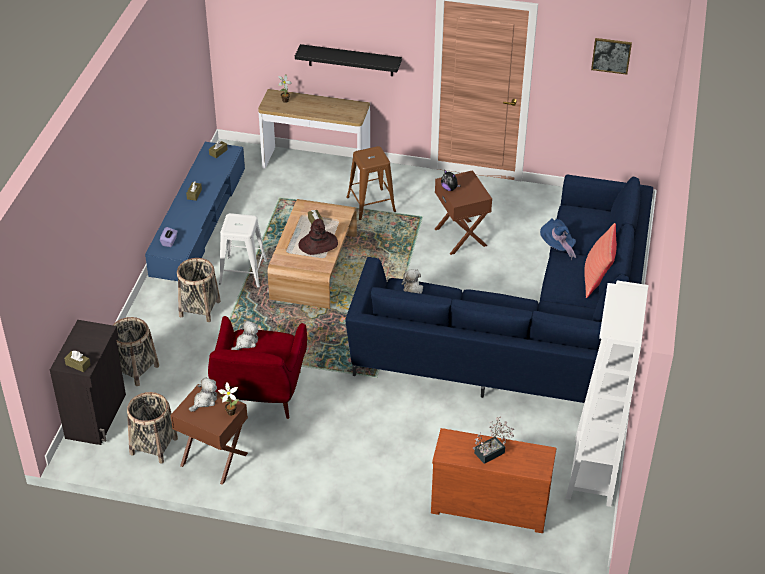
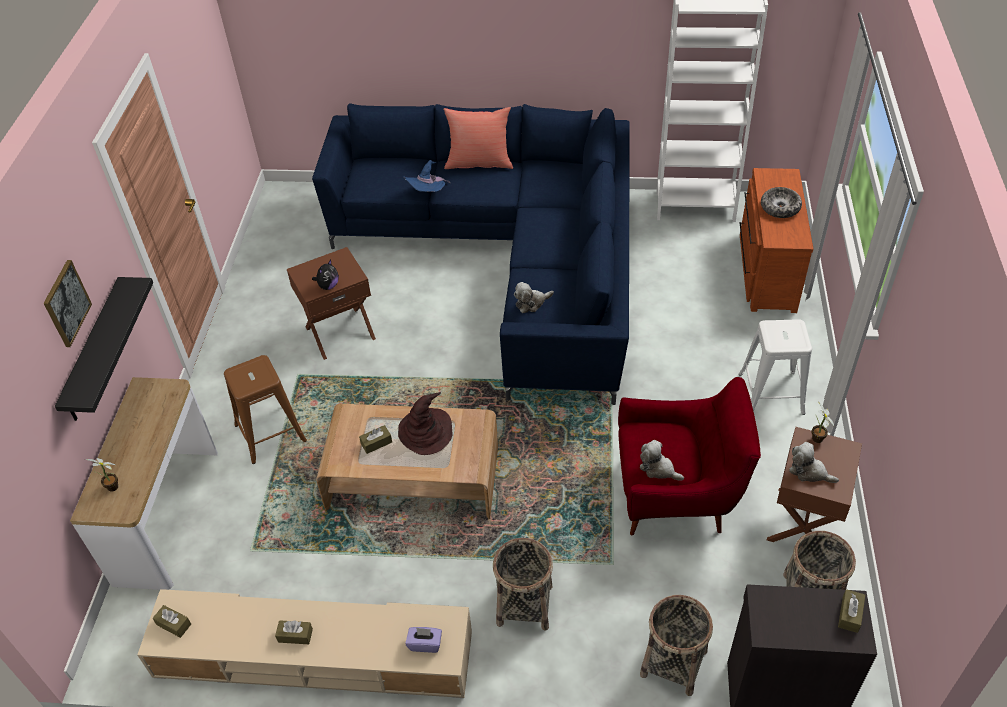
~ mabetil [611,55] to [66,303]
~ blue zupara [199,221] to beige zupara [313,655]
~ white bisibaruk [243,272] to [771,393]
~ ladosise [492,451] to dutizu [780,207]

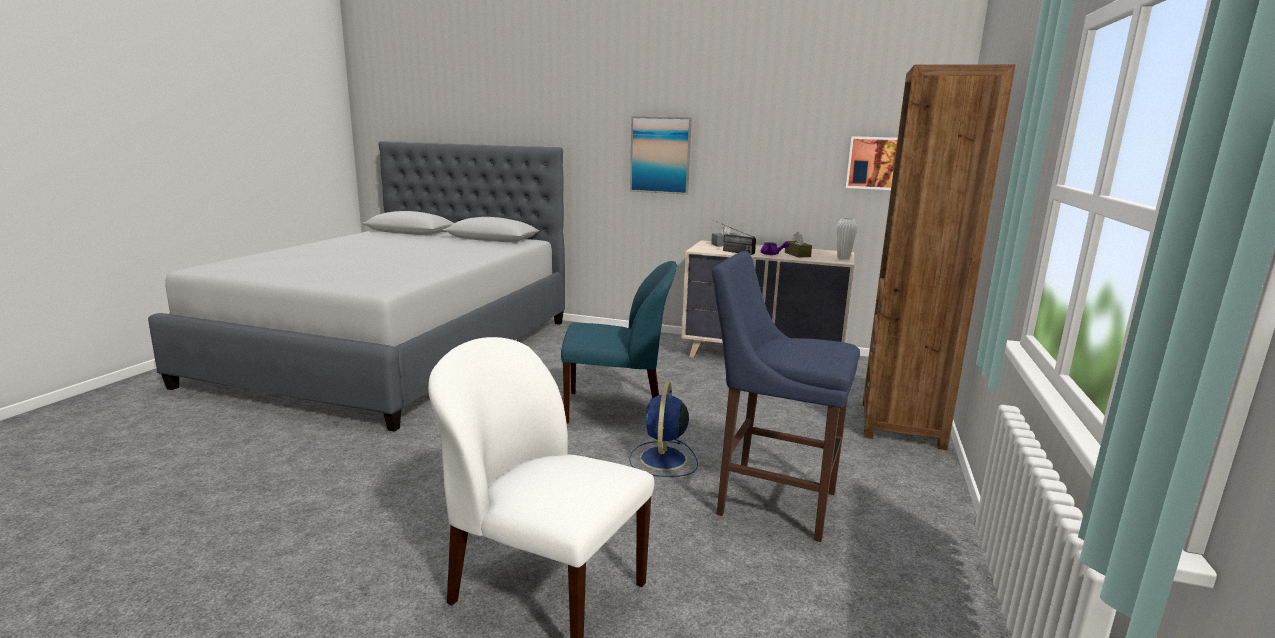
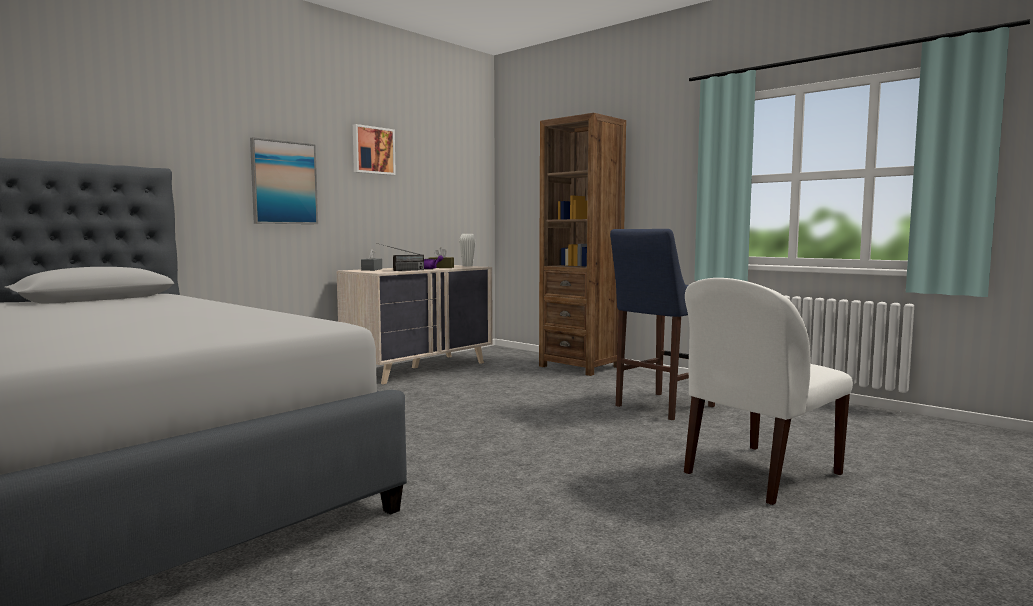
~ mabetil [875,163] to [372,150]
- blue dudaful [617,408]
- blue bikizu [663,460]

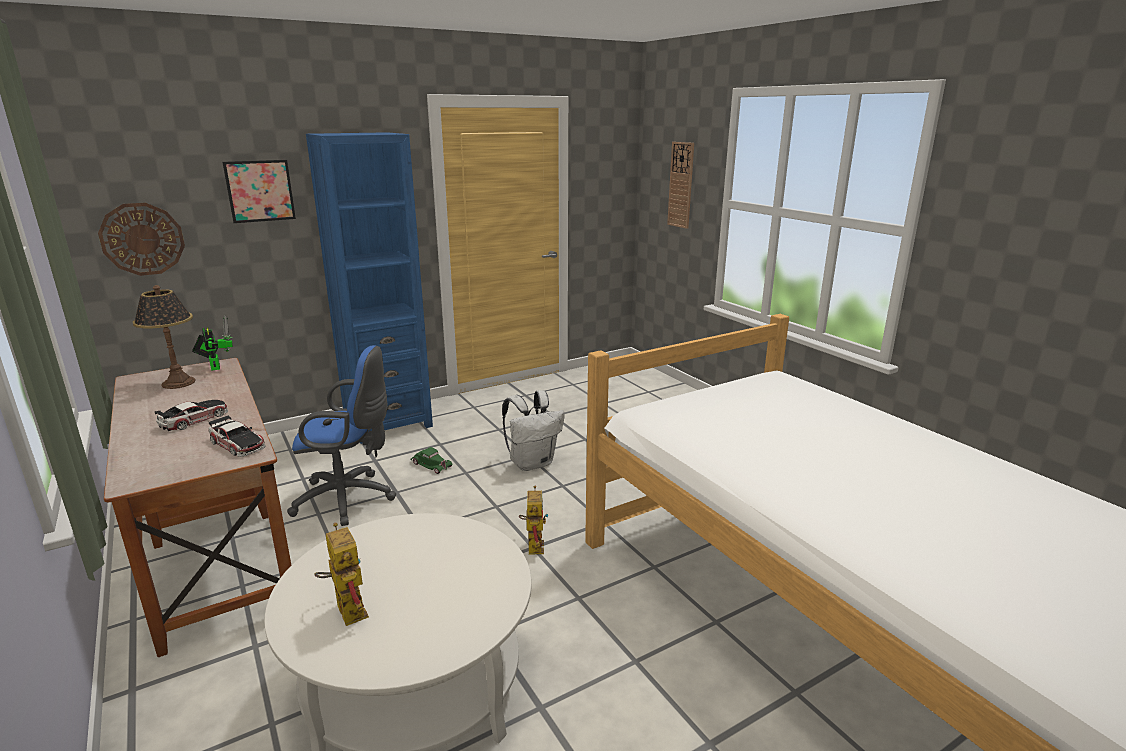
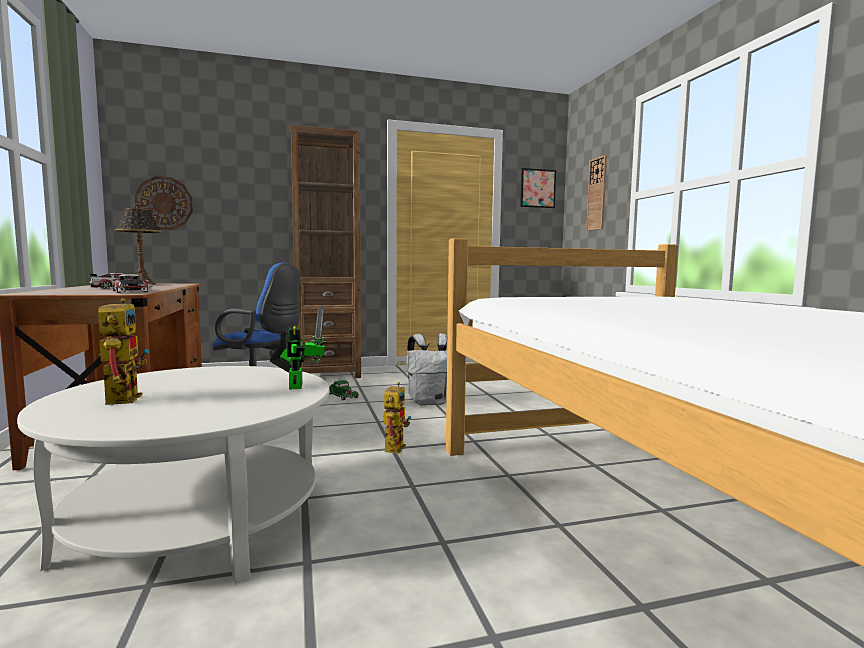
~ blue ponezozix [388,423] to brown ponezozix [327,373]
~ mabetil [260,191] to [537,188]
~ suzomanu [215,366] to [296,385]

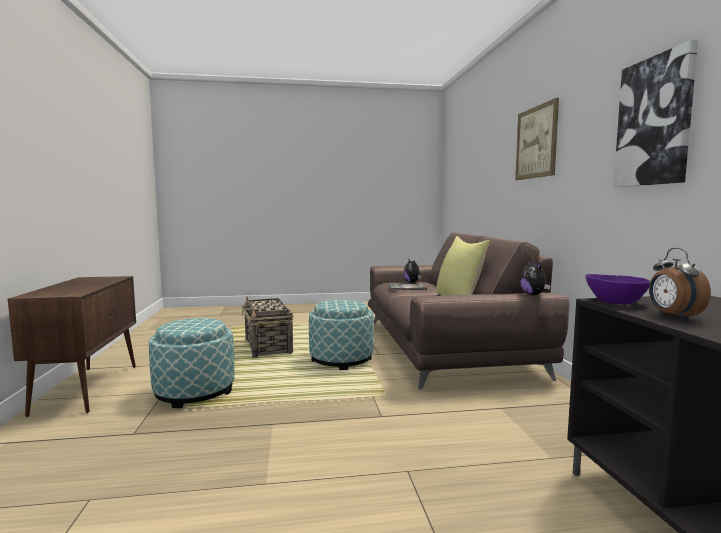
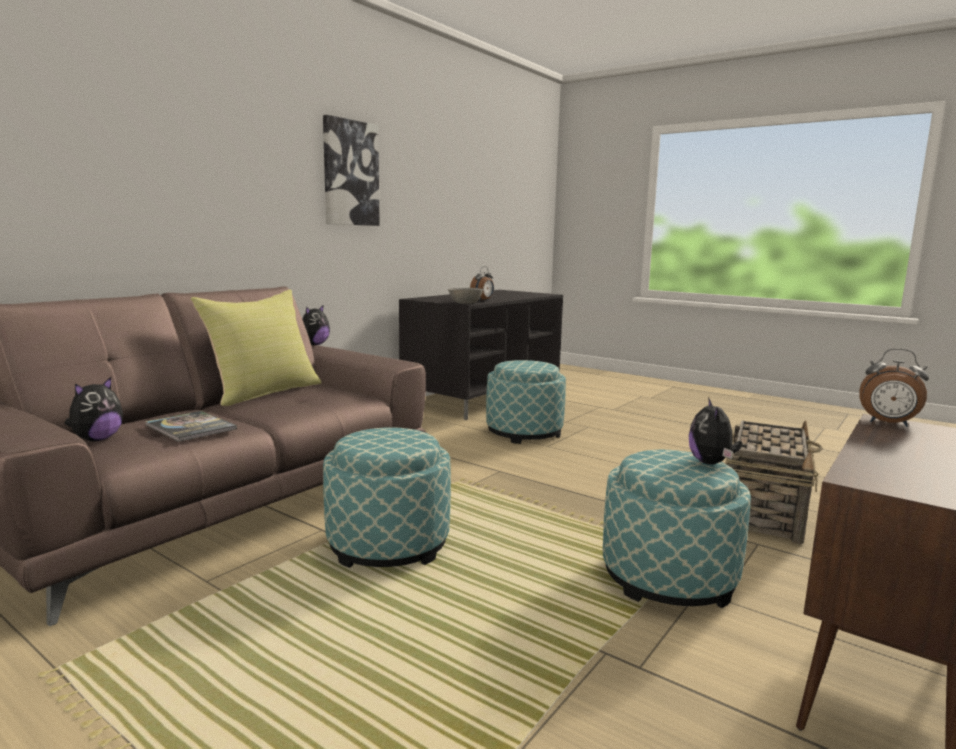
- mabetil [536,142]
~ purple dutizu [616,302] to grey dutizu [465,303]
~ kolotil [268,346] to [762,513]
+ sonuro [888,424]
+ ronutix [524,432]
+ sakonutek [711,463]

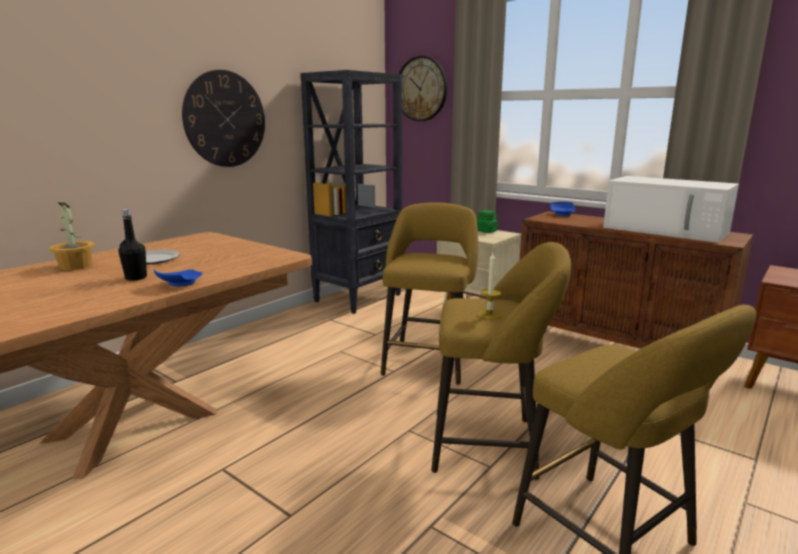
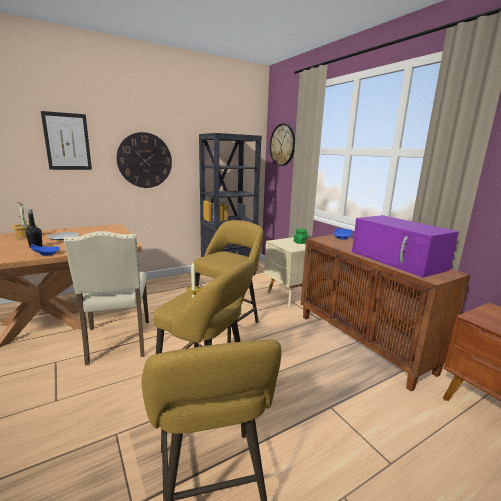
~ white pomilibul [667,230] to purple pomilibul [398,260]
+ mabetil [67,141]
+ beige dudaful [118,342]

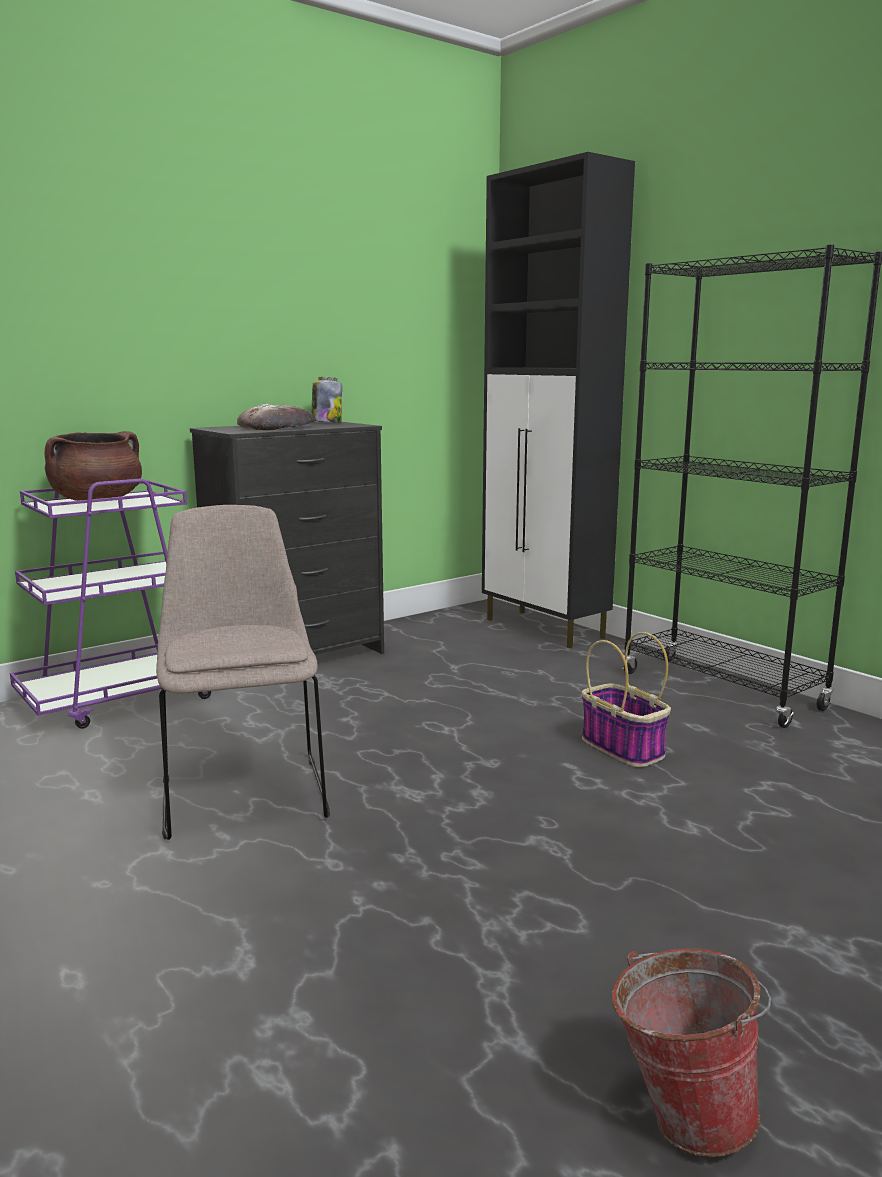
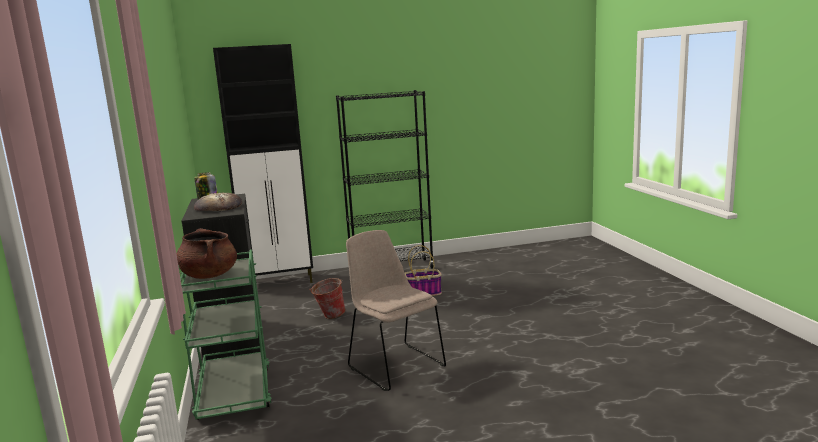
~ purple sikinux [123,698] to green sikinux [234,394]
~ beige dudaful [244,792] = [395,365] 45 degrees clockwise
~ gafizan [680,1113] to [329,316]

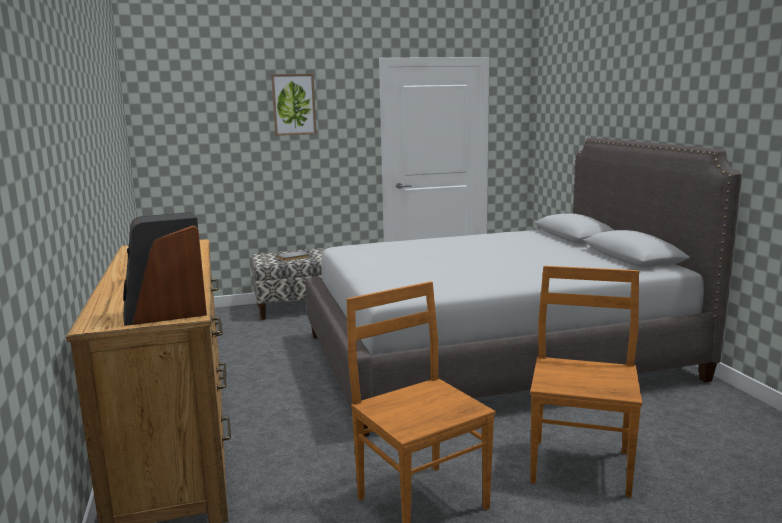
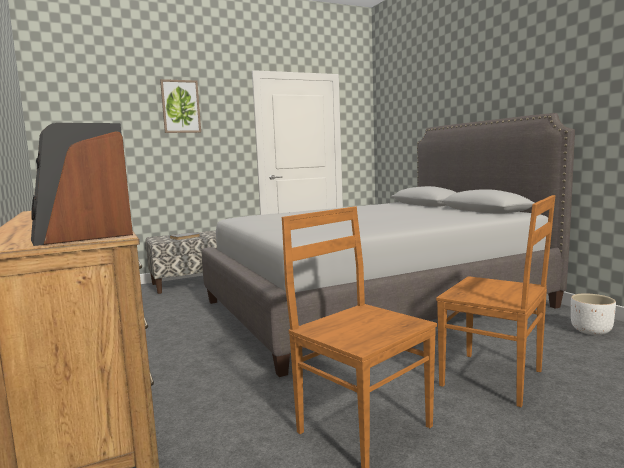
~ brown dudaful [580,465] = [495,379] 120 degrees clockwise
+ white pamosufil [591,331]

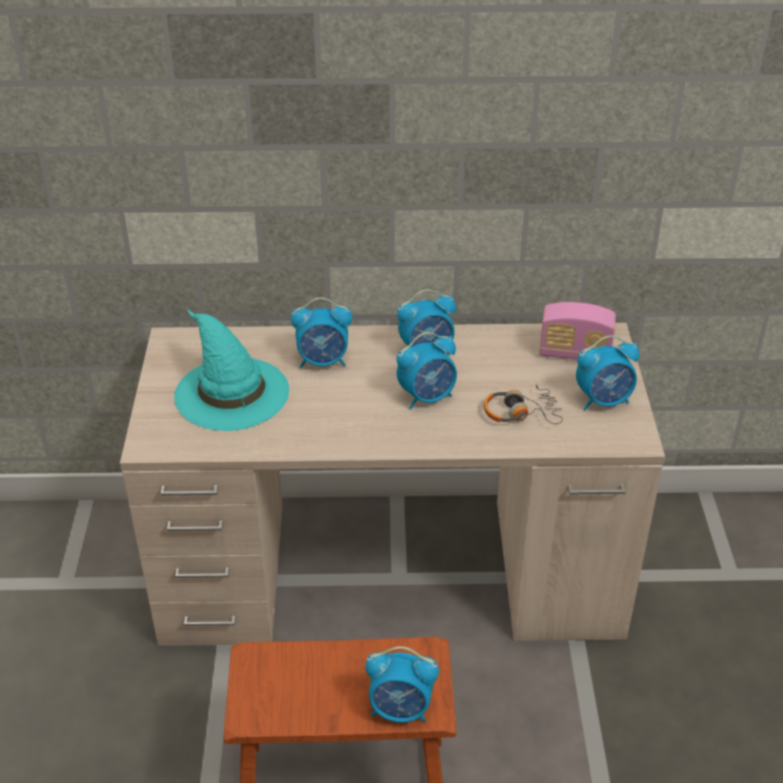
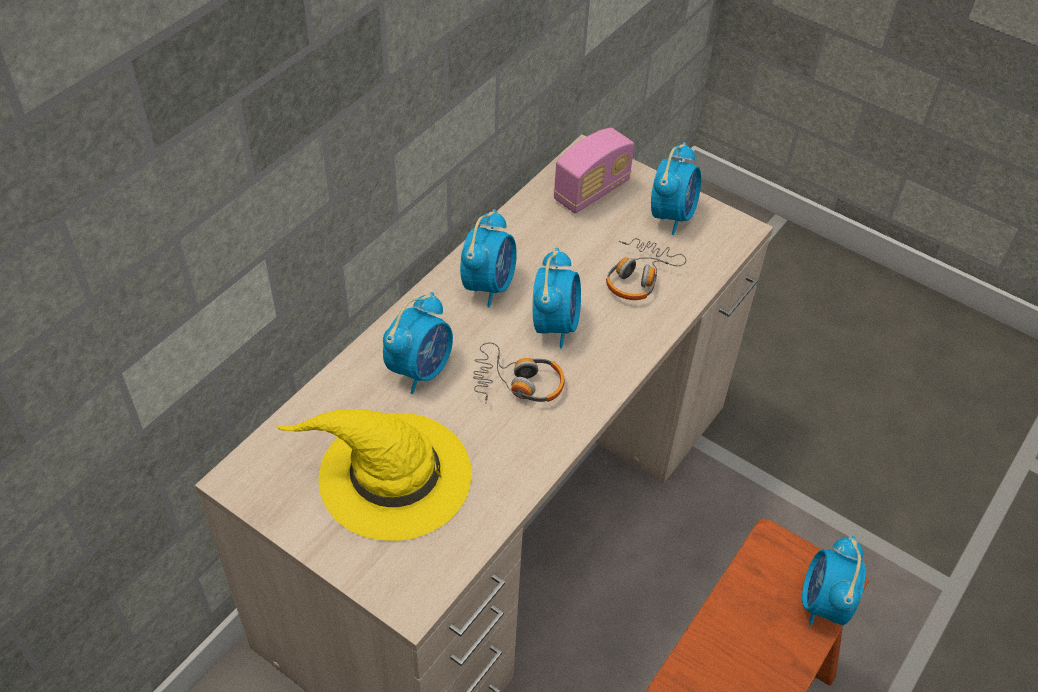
~ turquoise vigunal [230,392] to yellow vigunal [392,475]
~ sonuro [401,709] = [823,604] 150 degrees clockwise
+ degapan [518,383]

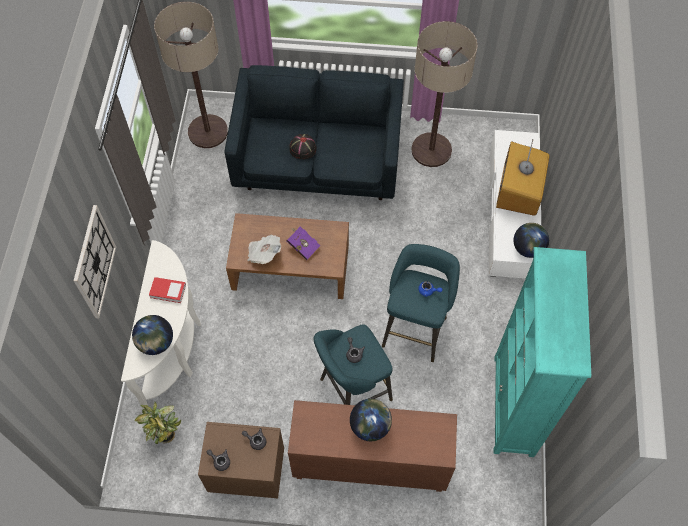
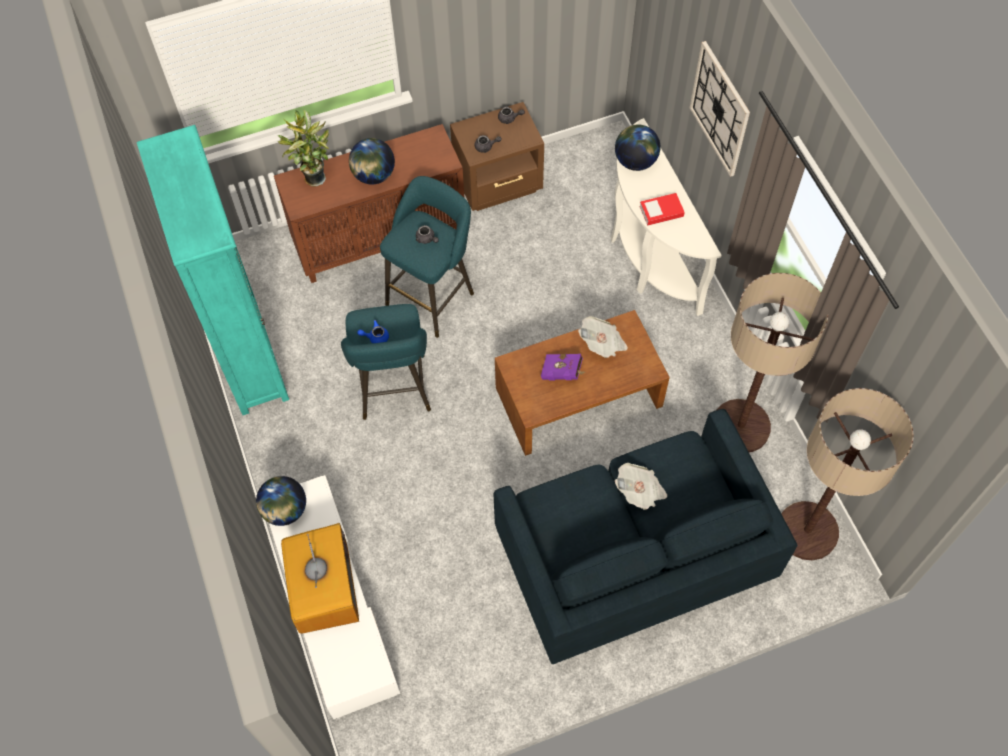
~ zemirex [431,150] to [740,426]
~ black vigunal [302,148] to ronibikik [640,492]
~ ladosise [167,437] to [312,177]

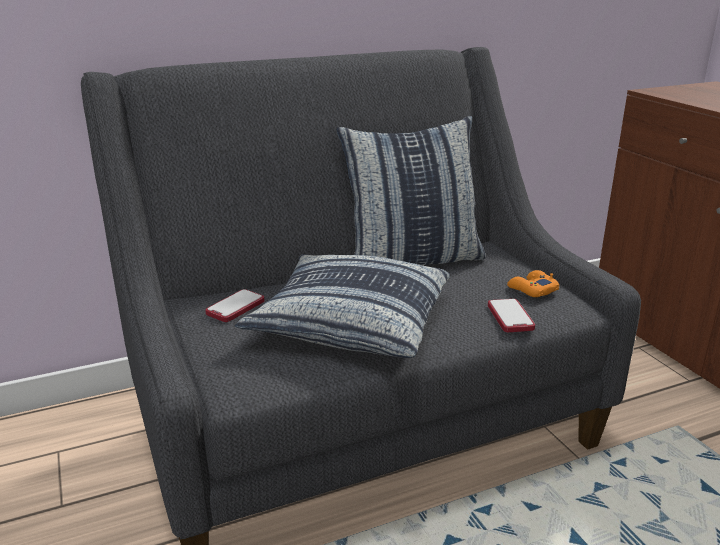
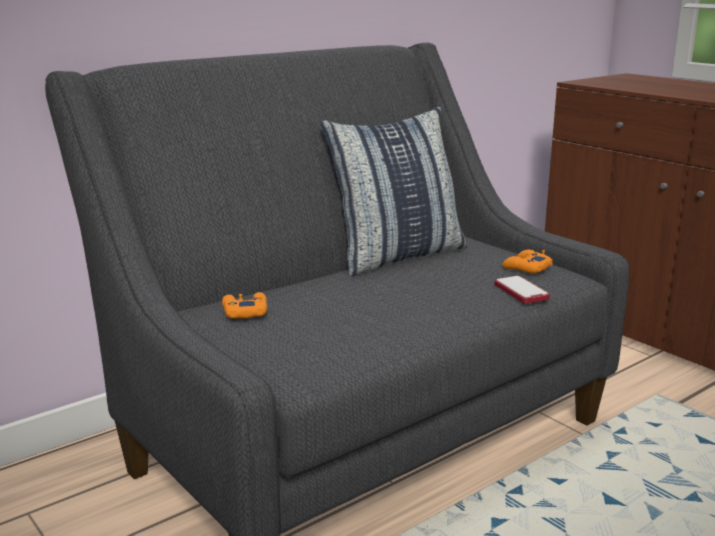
- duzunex [350,321]
~ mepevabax [235,307] to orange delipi [244,312]

